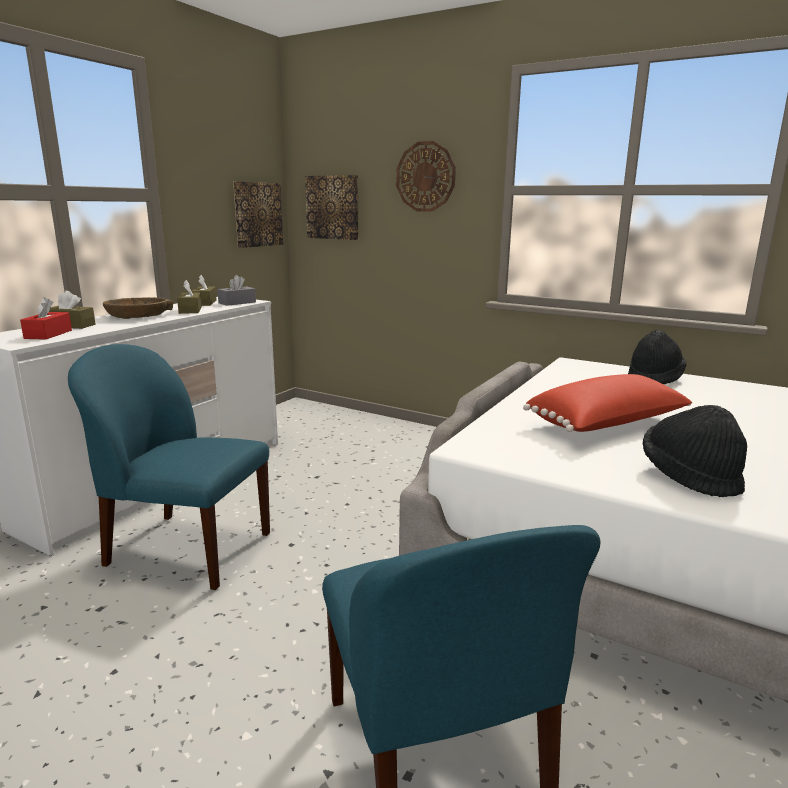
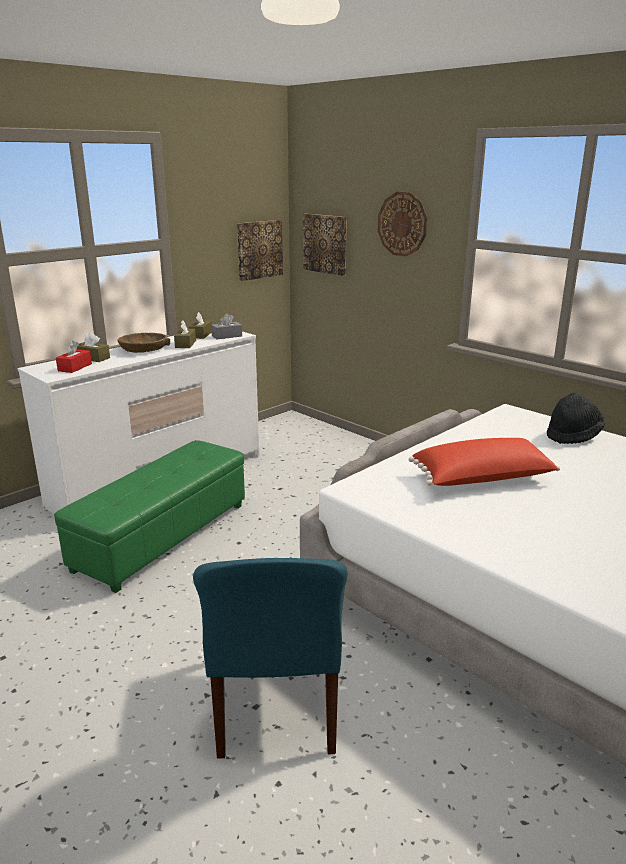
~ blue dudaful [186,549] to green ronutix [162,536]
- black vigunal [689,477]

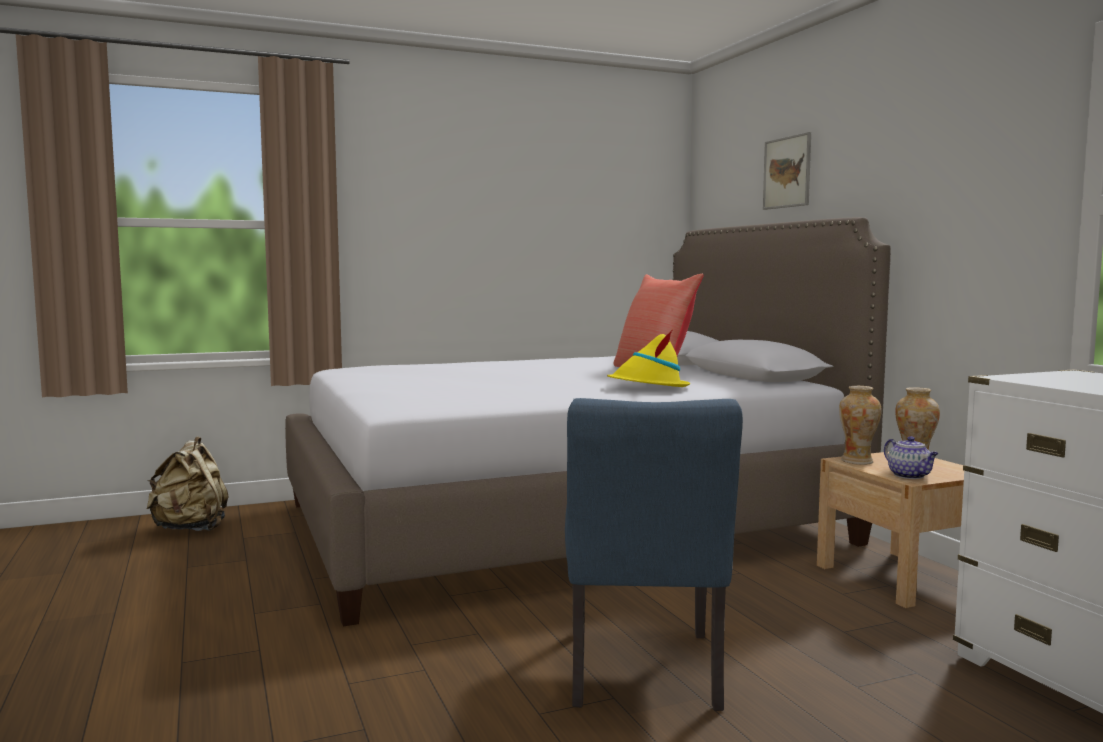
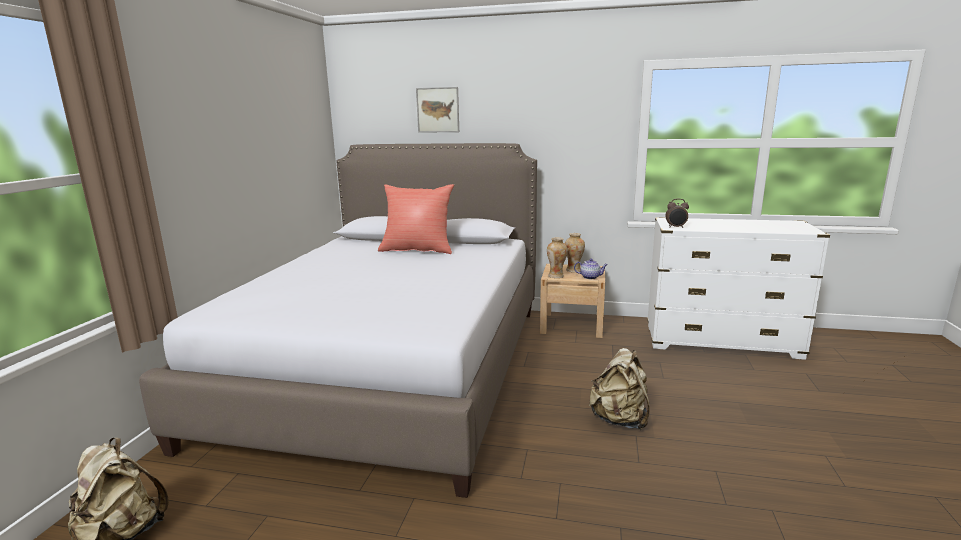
- yellow vigunal [648,387]
~ blue dudaful [642,676] to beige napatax [619,420]
+ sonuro [676,227]

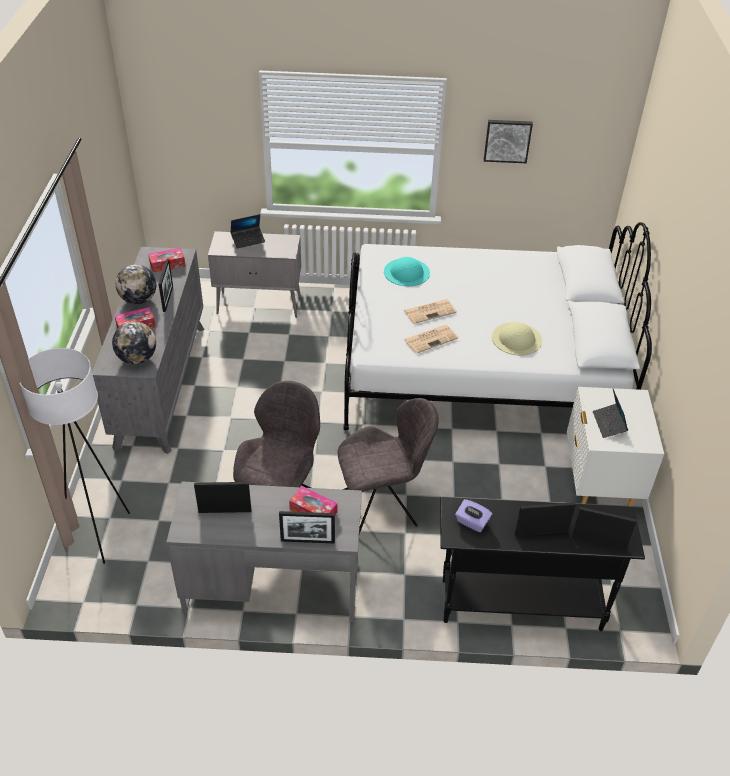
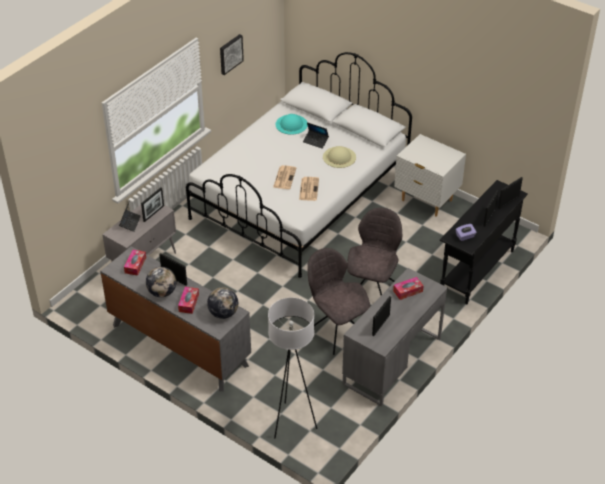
~ turquoise vigunal [406,272] to [291,124]
~ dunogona [609,424] to [315,141]
~ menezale [307,541] to [153,213]

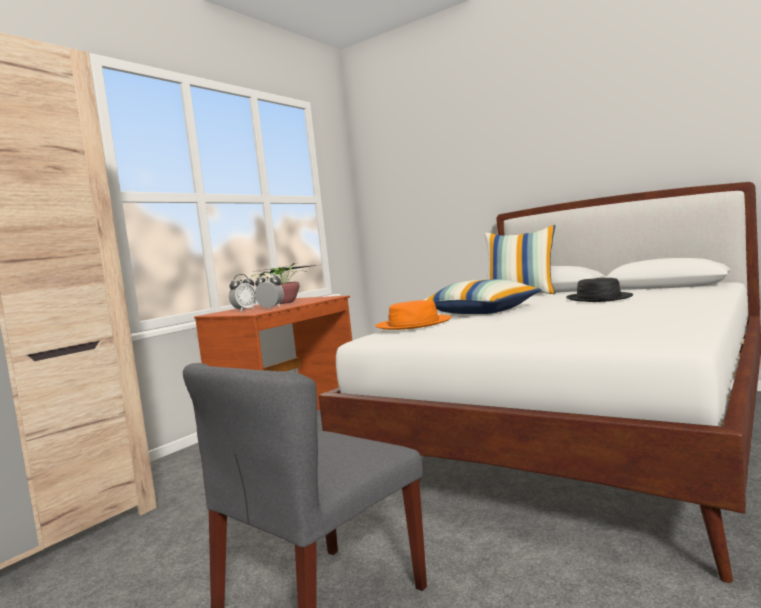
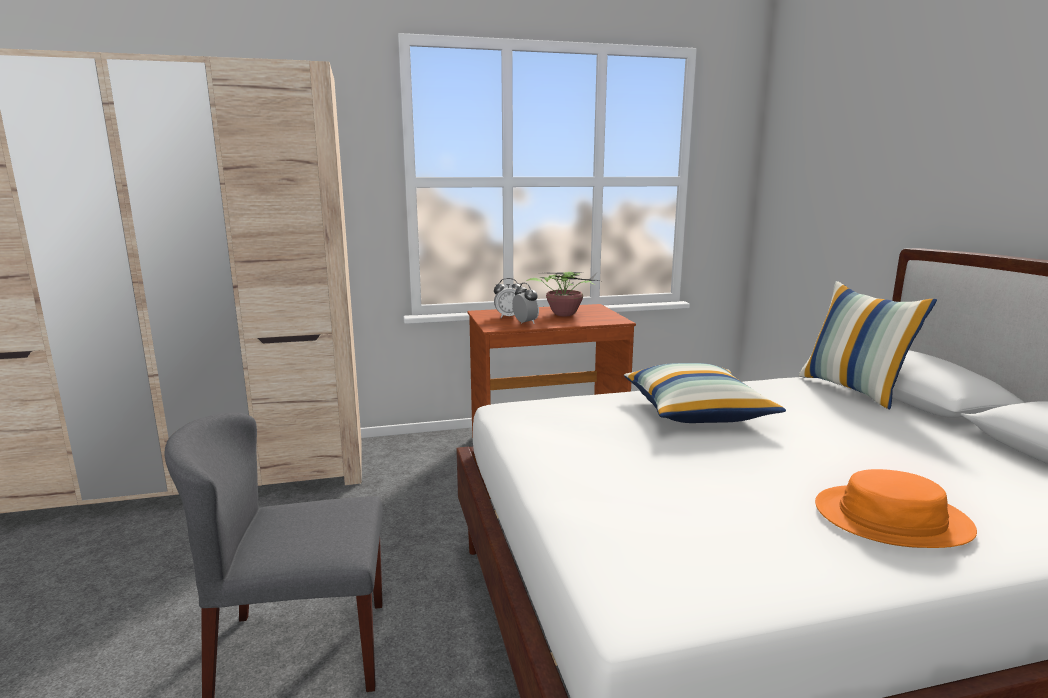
- black vigunal [598,298]
~ orange vigunal [413,324] to [891,518]

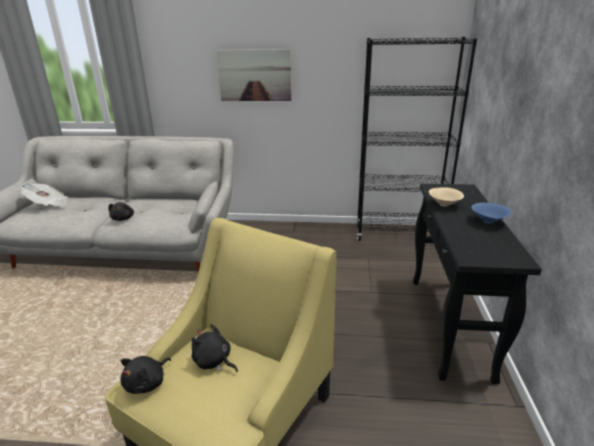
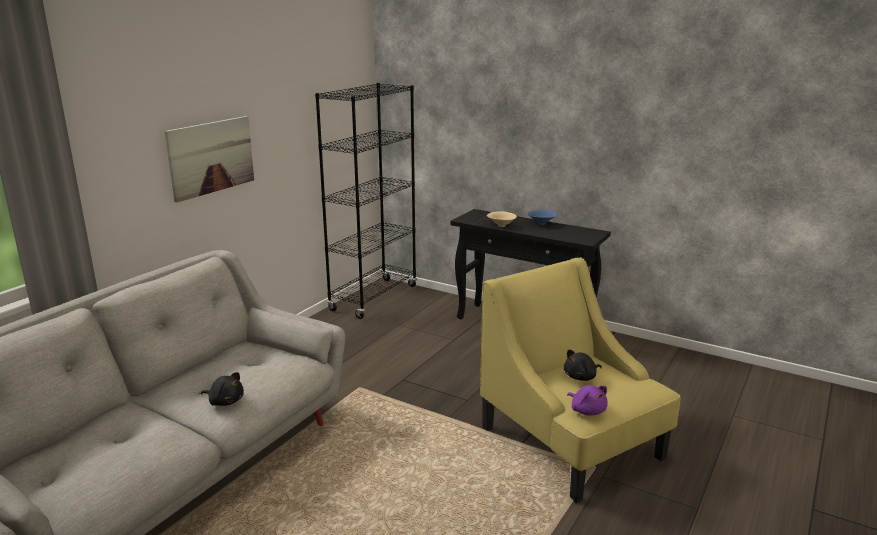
- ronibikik [48,205]
~ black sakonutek [147,383] to purple sakonutek [587,410]

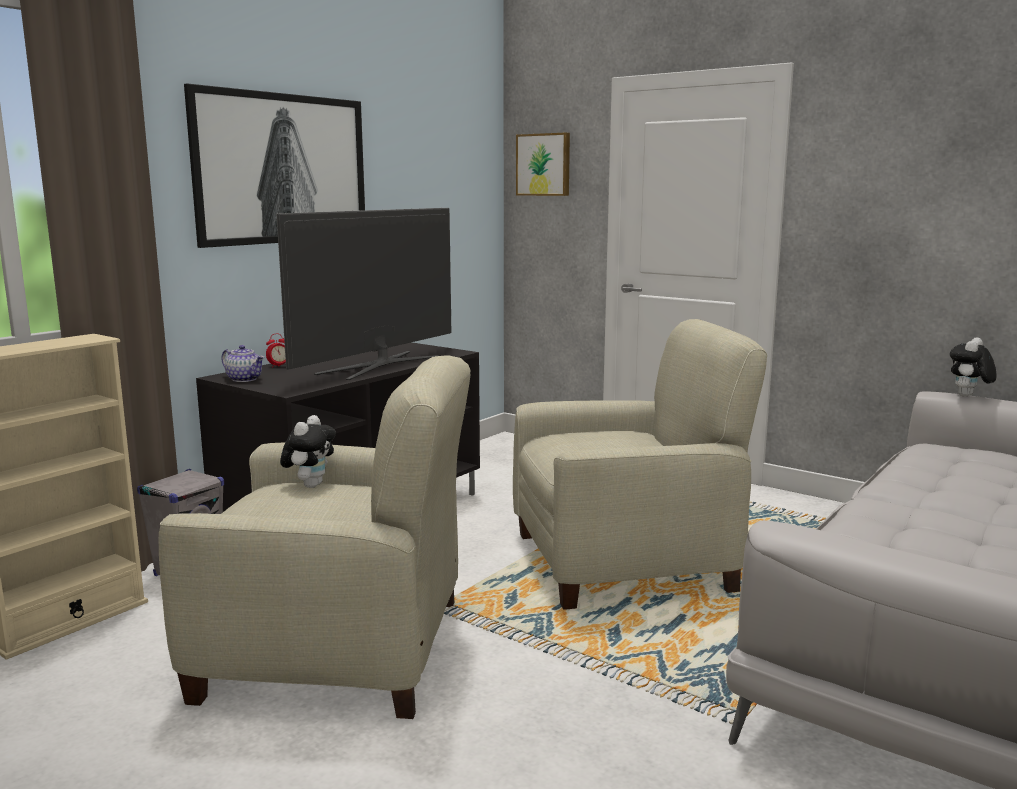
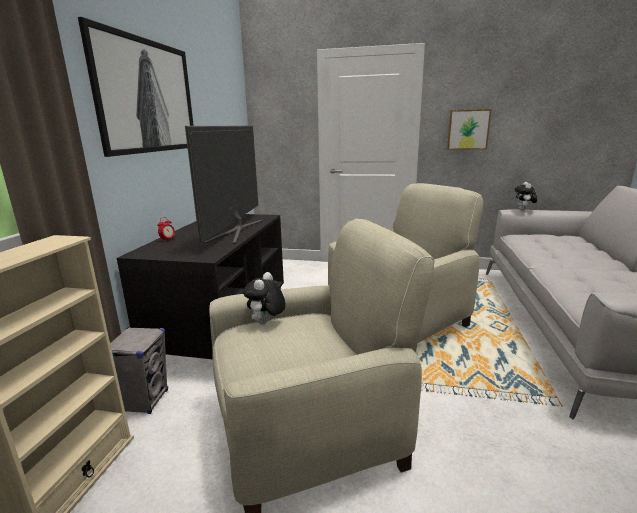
~ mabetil [544,165] to [468,129]
- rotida [245,379]
~ sakonutek [310,485] = [266,323] 150 degrees counterclockwise

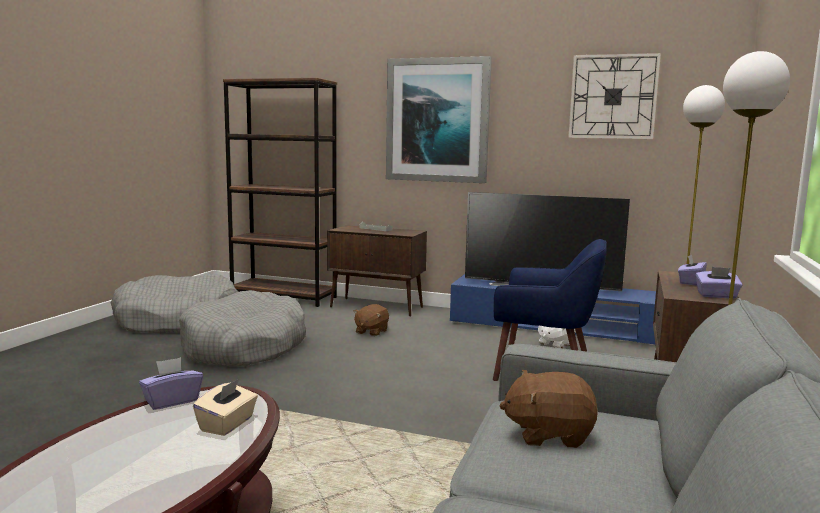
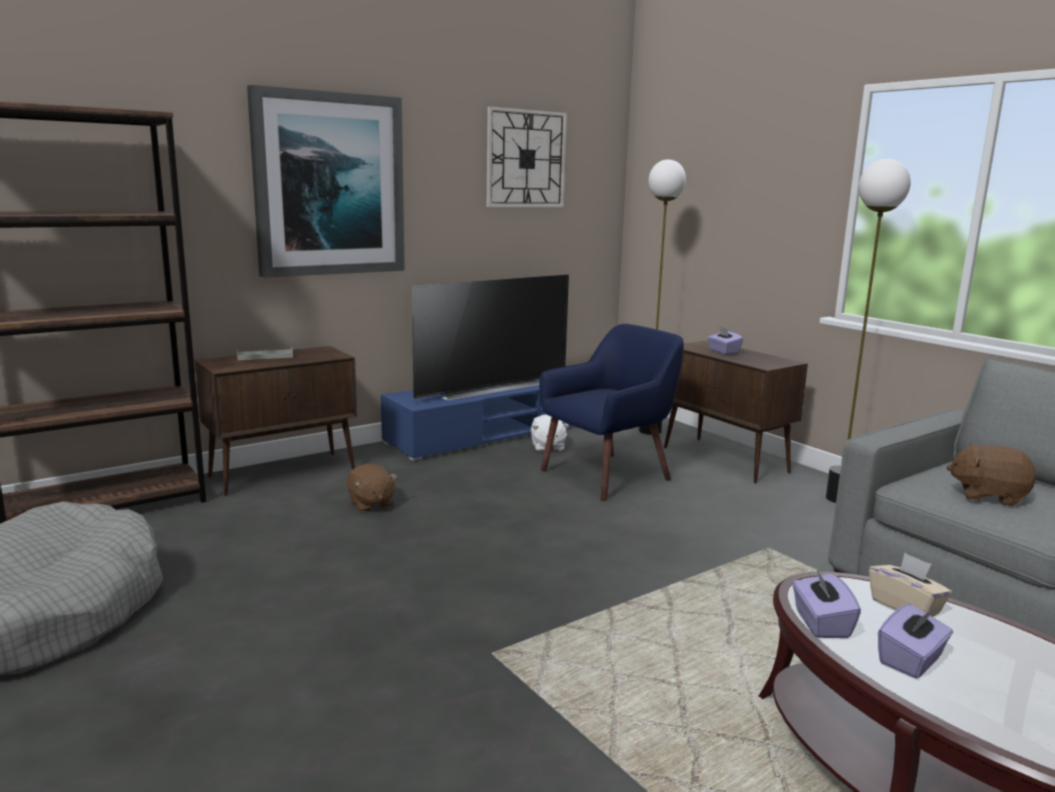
~ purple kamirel [716,296] to [911,660]
- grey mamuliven [244,347]
~ brown sakonutek [548,434] = [988,495] 75 degrees clockwise

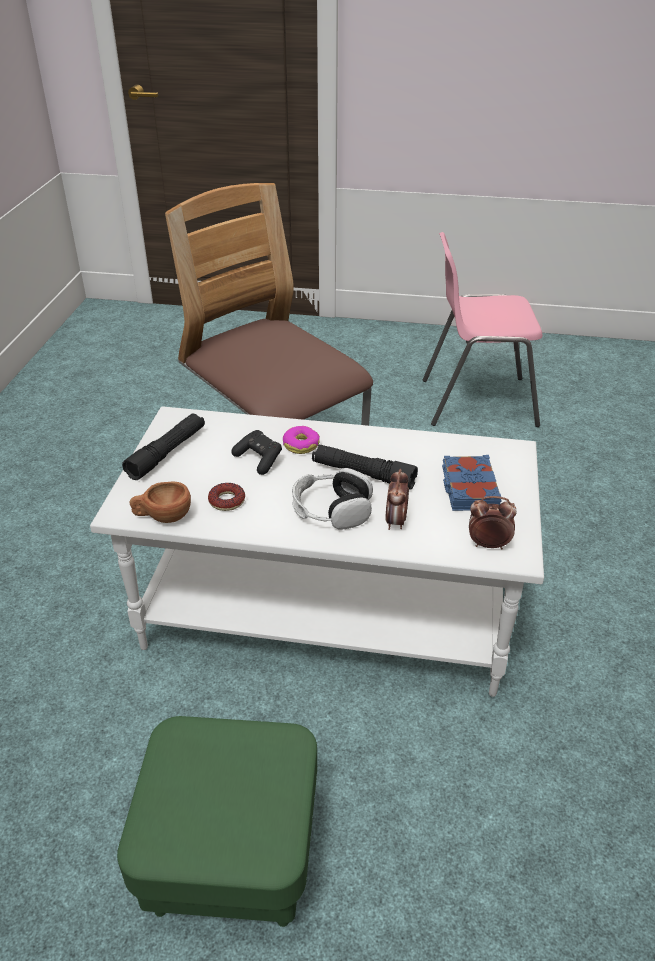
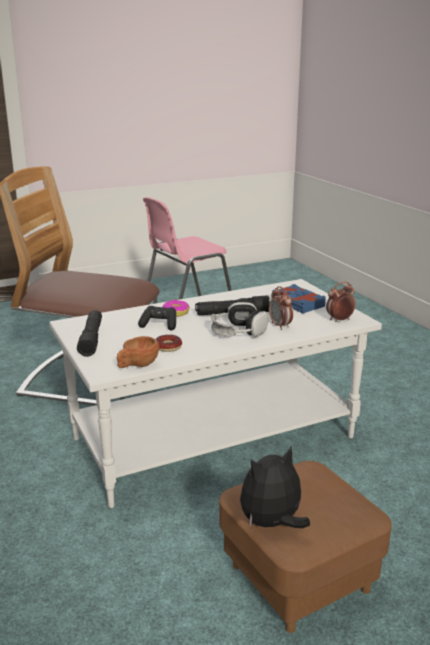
~ green ronutix [231,854] to brown ronutix [298,577]
+ sakonutek [272,524]

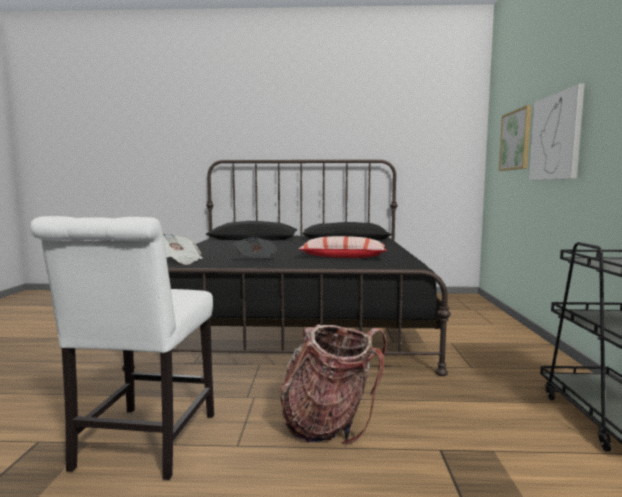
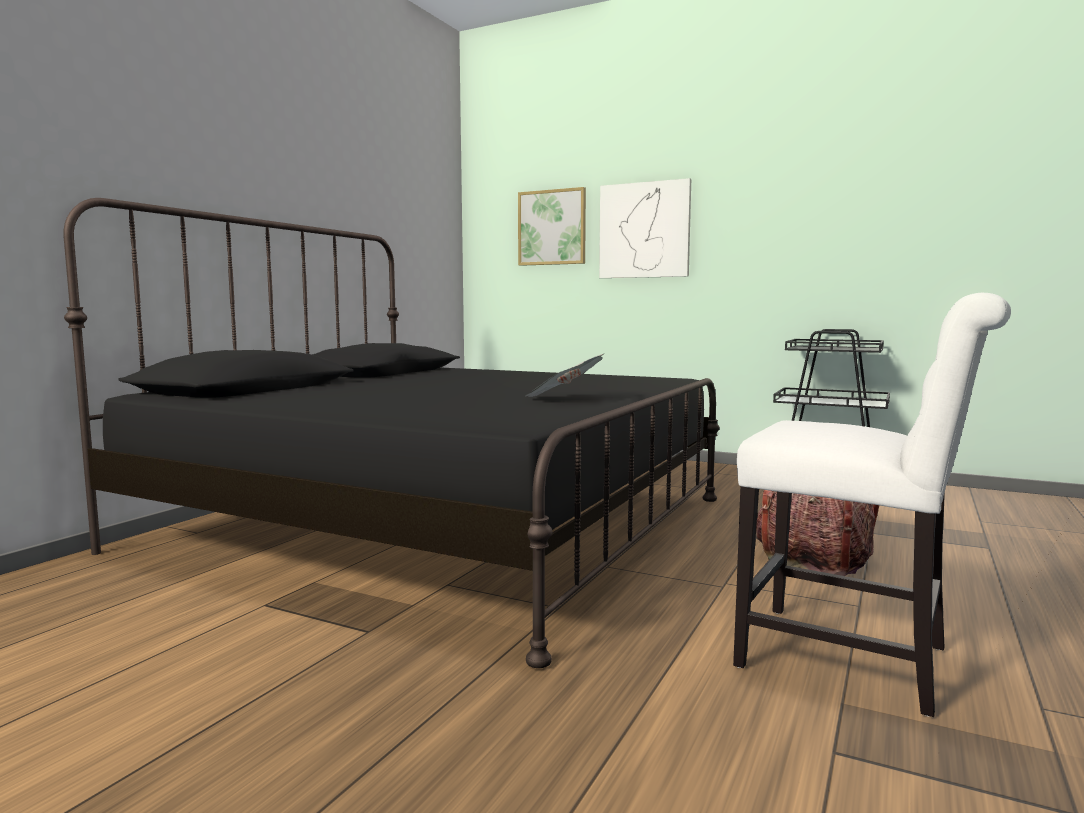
- ronibikik [179,261]
- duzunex [343,257]

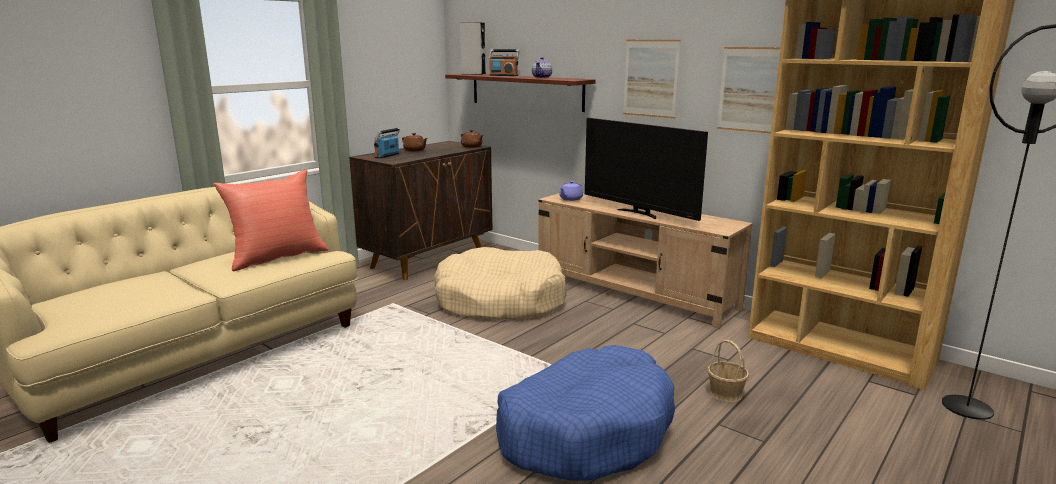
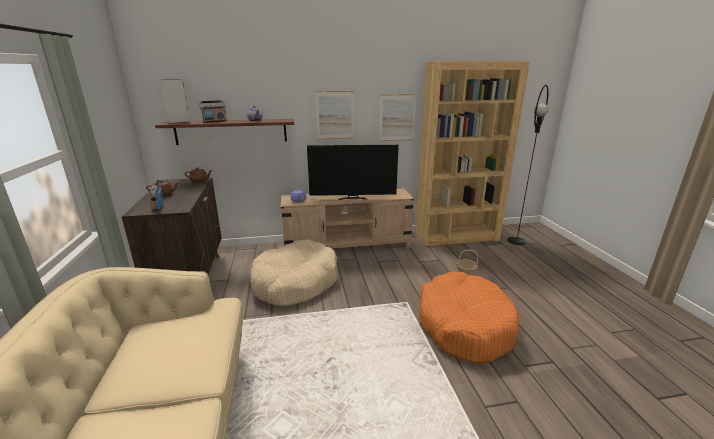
- red duzunex [277,257]
~ blue mamuliven [585,430] to orange mamuliven [464,325]

